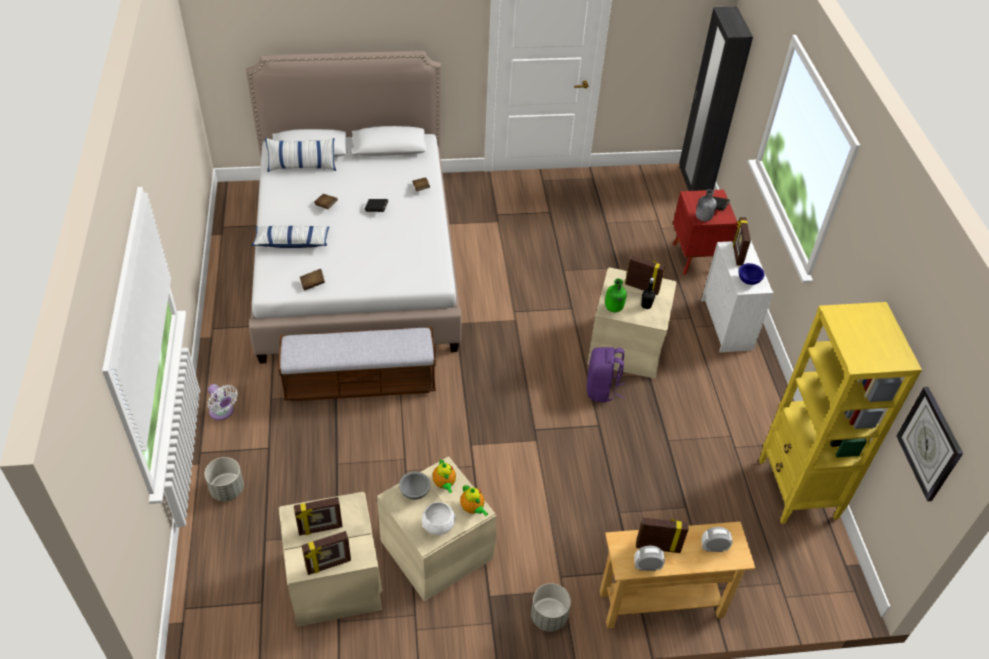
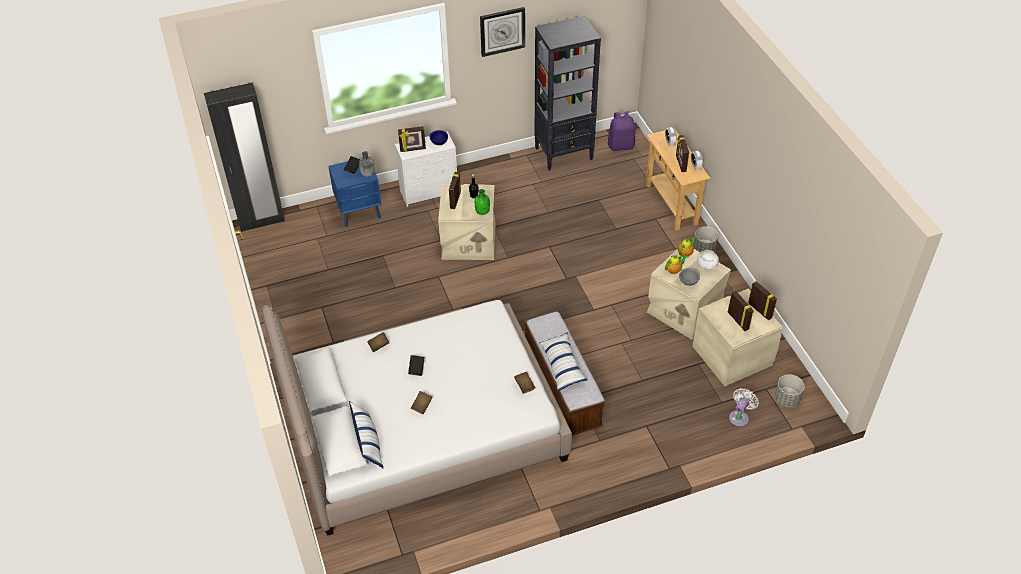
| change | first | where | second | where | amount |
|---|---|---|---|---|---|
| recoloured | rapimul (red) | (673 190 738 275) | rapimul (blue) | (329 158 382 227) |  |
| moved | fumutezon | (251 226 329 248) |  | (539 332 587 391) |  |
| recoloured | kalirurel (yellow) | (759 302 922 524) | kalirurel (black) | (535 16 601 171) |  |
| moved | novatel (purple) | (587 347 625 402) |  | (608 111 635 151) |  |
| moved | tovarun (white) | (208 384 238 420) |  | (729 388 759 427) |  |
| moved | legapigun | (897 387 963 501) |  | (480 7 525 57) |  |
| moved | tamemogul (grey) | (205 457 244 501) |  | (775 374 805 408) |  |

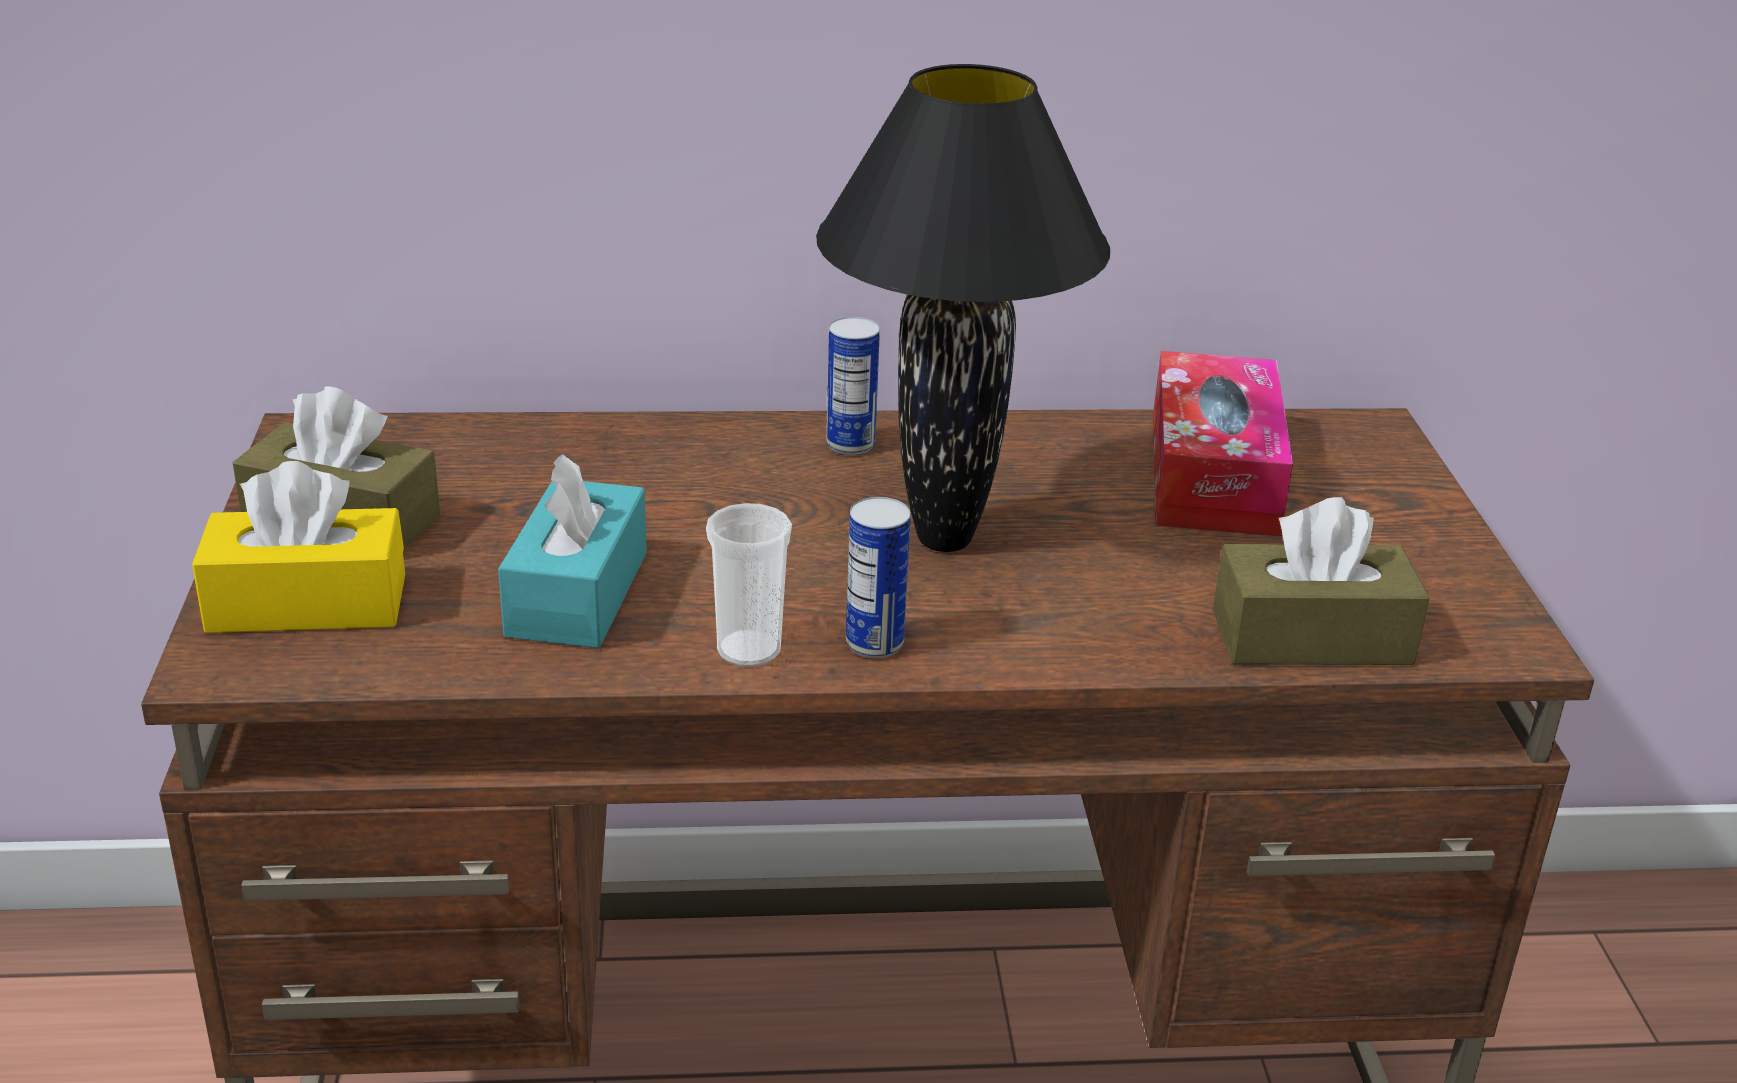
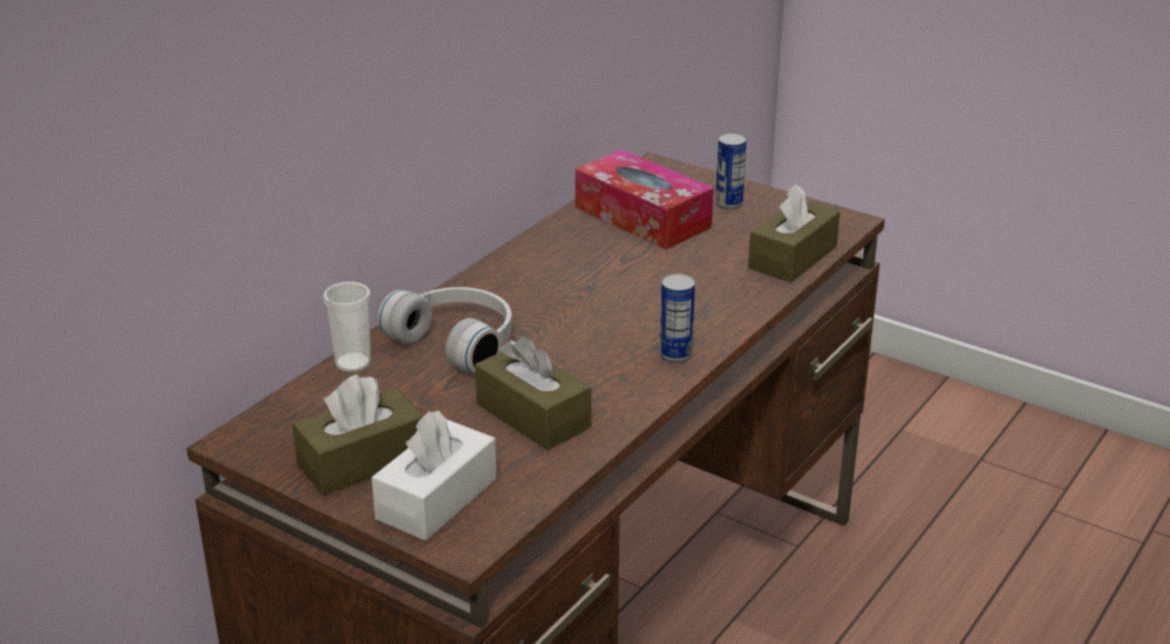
| change | first | where | second | where | amount |
|---|---|---|---|---|---|
| removed | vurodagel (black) | (816 64 1110 552) |  |  |  |
| moved | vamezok | (826 317 880 455) |  | (715 133 746 210) |  |
| recoloured | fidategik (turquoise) | (498 454 647 648) | fidategik (brown) | (475 336 591 450) |  |
| recoloured | fidategik (yellow) | (192 461 405 633) | fidategik (white) | (371 411 497 541) |  |
| moved | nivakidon | (706 503 792 667) |  | (323 282 371 372) |  |
| added |  |  | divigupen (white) | (378 287 512 374) |  |

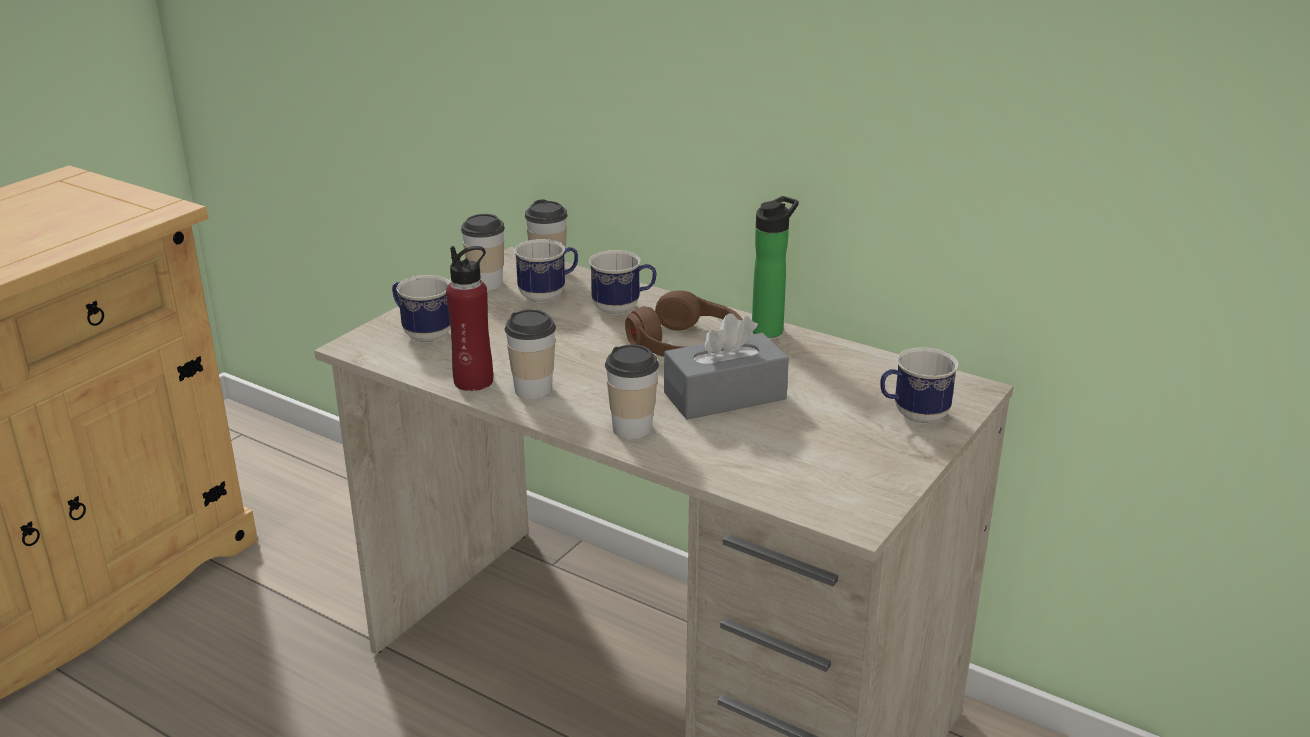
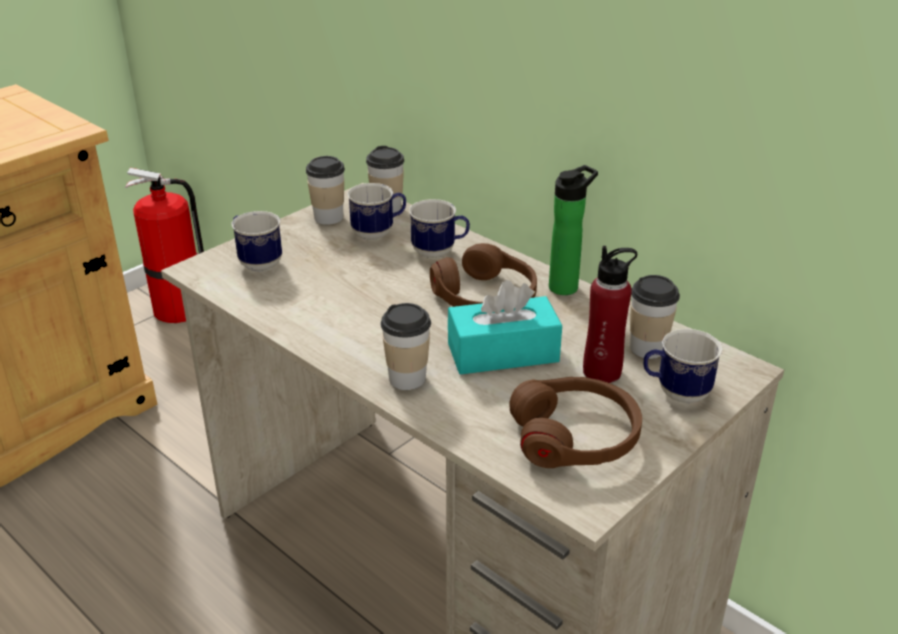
| change | first | where | second | where | amount |
|---|---|---|---|---|---|
| moved | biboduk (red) | (446 246 493 391) |  | (583 246 637 383) |  |
| moved | nivakidon | (505 309 556 399) |  | (630 275 680 359) |  |
| recoloured | fidategik (grey) | (664 313 789 420) | fidategik (turquoise) | (448 280 562 375) |  |
| added |  |  | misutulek | (125 168 204 323) |  |
| added |  |  | divigupen (brown) | (509 377 642 468) |  |

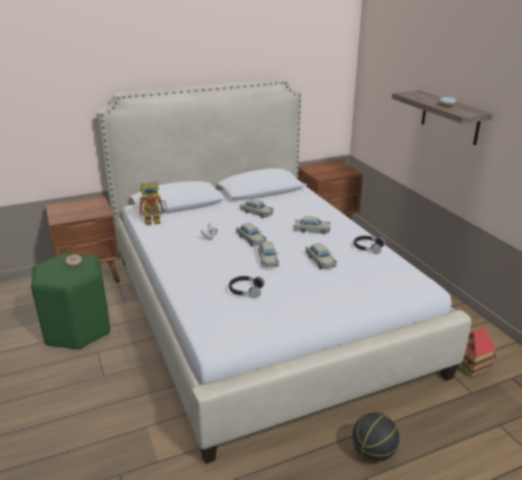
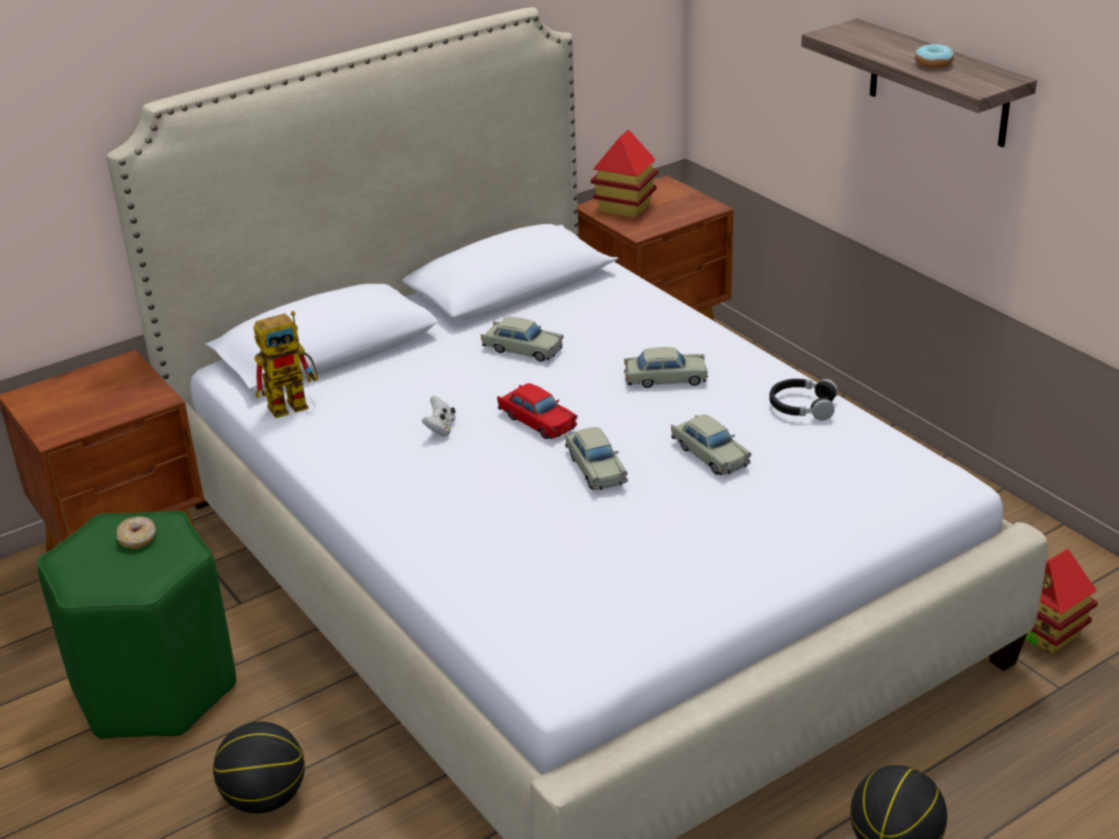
| change | first | where | second | where | amount |
|---|---|---|---|---|---|
| recoloured | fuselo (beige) | (236 223 267 246) | fuselo (red) | (497 383 578 439) |  |
| removed | divigupen (black) | (229 276 265 298) |  |  |  |
| added |  |  | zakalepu | (591 129 658 218) |  |
| added |  |  | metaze | (213 722 305 814) |  |

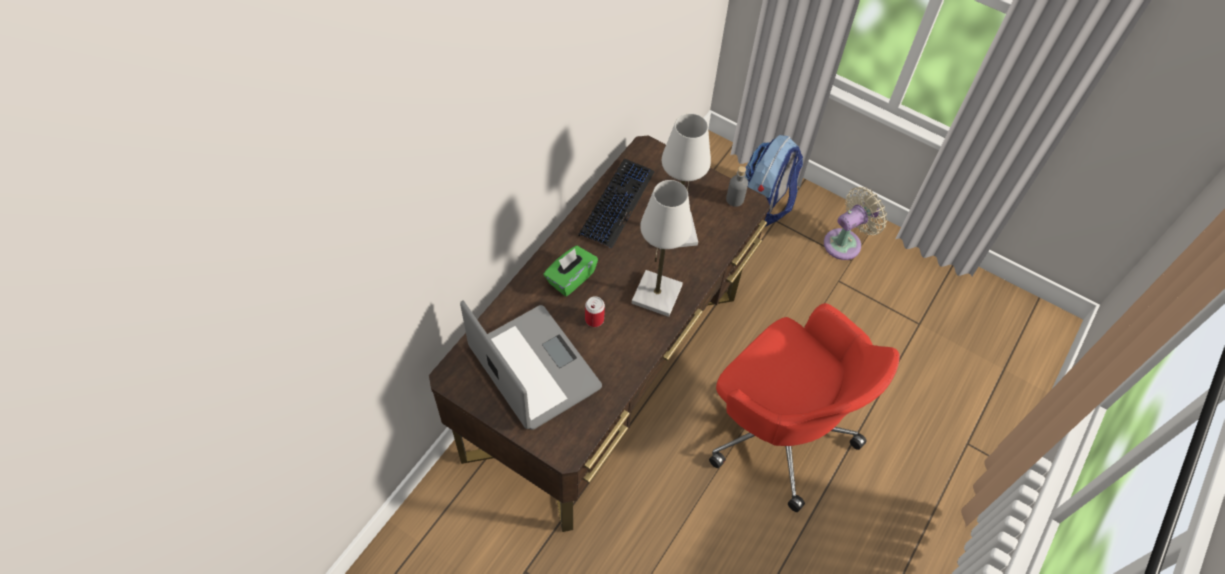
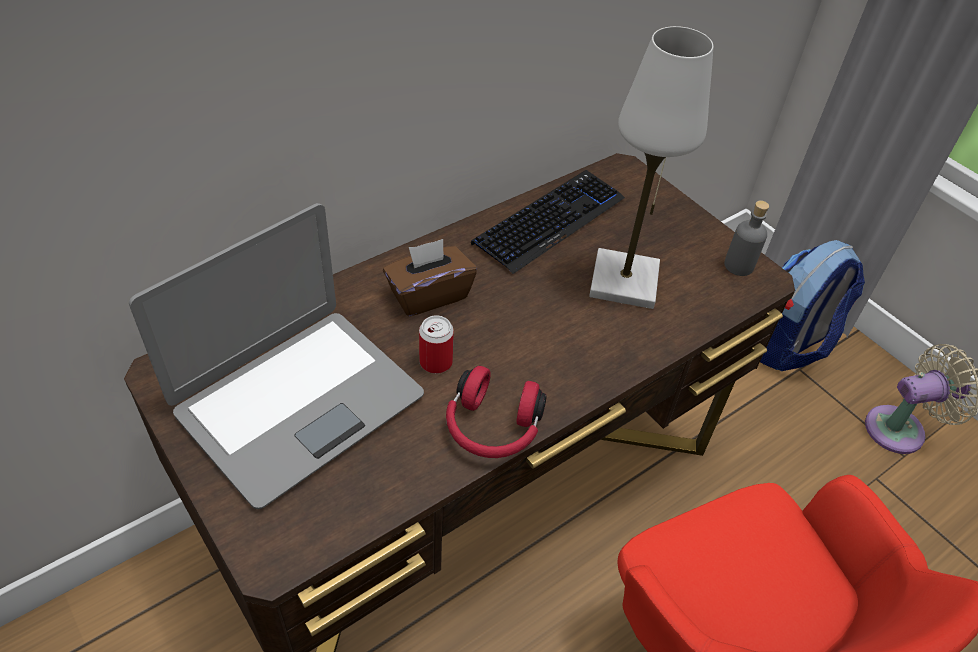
| change | first | where | second | where | amount |
|---|---|---|---|---|---|
| removed | vurodagel (white) | (632 180 692 317) |  |  |  |
| recoloured | fidategik (green) | (543 246 598 297) | fidategik (brown) | (383 239 477 316) |  |
| turned | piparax | (460 300 602 430) |  | (129 203 424 509) | 60 degrees clockwise |
| added |  |  | divigupen (red) | (446 366 547 458) |  |

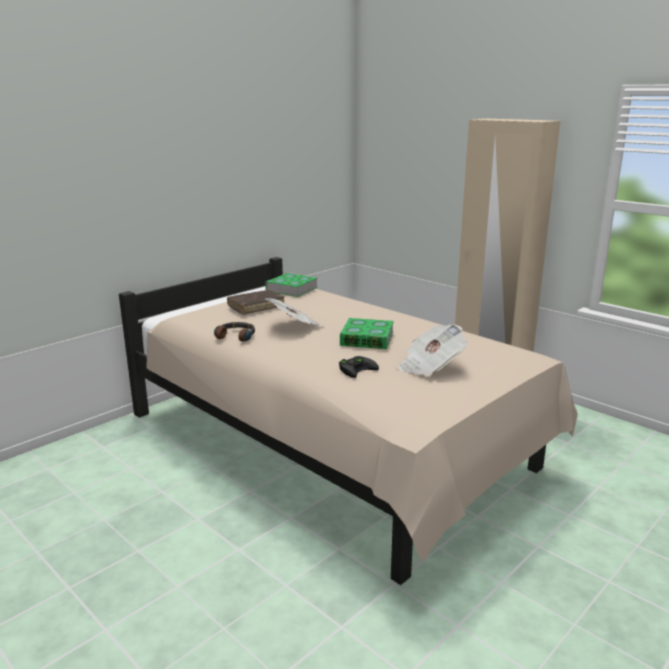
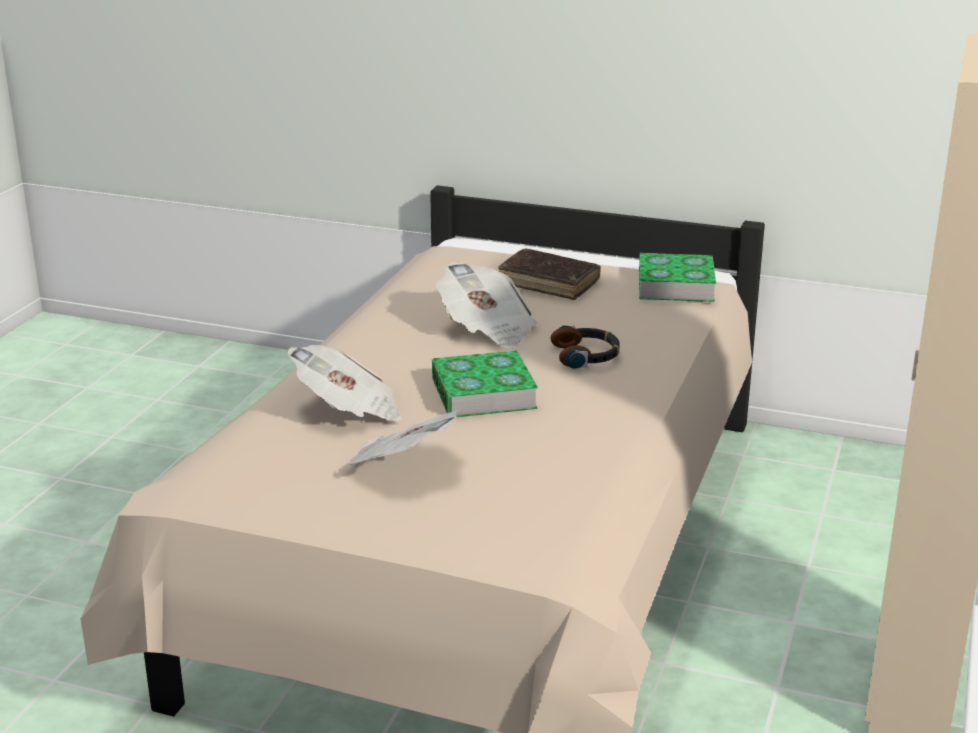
| change | first | where | second | where | amount |
|---|---|---|---|---|---|
| moved | divigupen | (214 322 255 342) |  | (551 325 620 369) |  |
| replaced | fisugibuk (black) | (339 356 379 378) | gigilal | (288 345 402 422) |  |

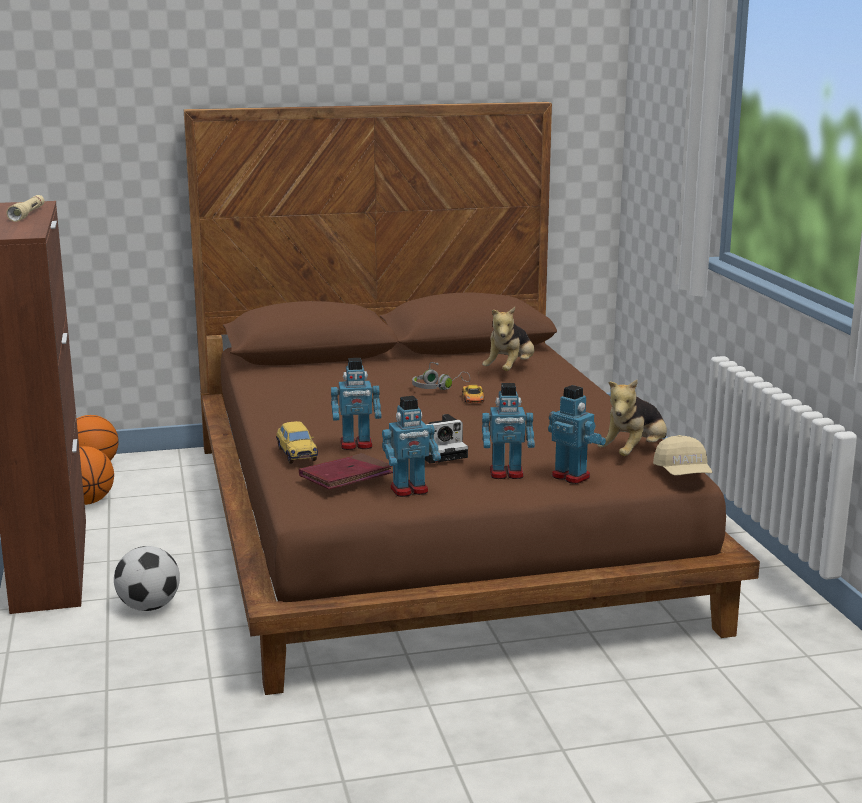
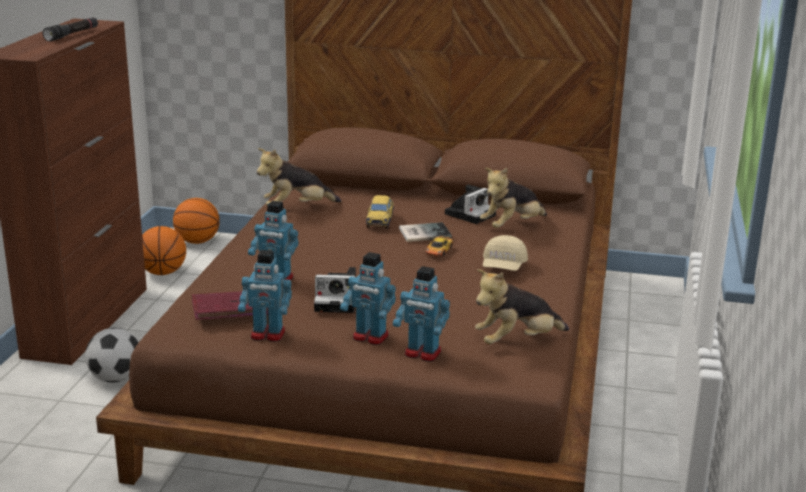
| change | first | where | second | where | amount |
|---|---|---|---|---|---|
| recoloured | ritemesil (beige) | (7 195 45 222) | ritemesil (black) | (43 17 98 41) |  |
| replaced | divigupen (grey) | (412 362 470 390) | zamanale | (399 222 452 242) |  |
| turned | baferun | (548 385 606 484) |  | (393 266 450 361) | 135 degrees clockwise |
| moved | fuselo | (276 421 318 464) |  | (366 195 394 229) |  |
| moved | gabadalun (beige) | (653 435 713 475) |  | (483 235 528 271) |  |
| added |  |  | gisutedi | (257 148 341 205) |  |
| added |  |  | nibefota | (445 185 496 224) |  |

